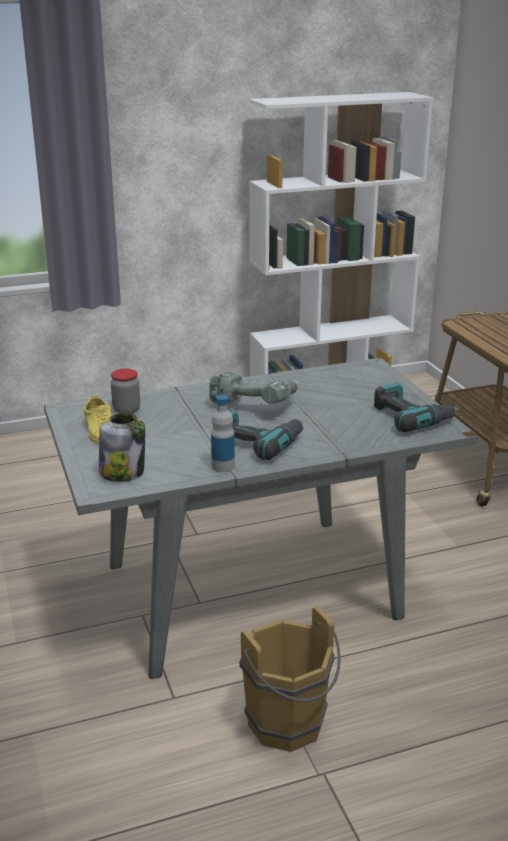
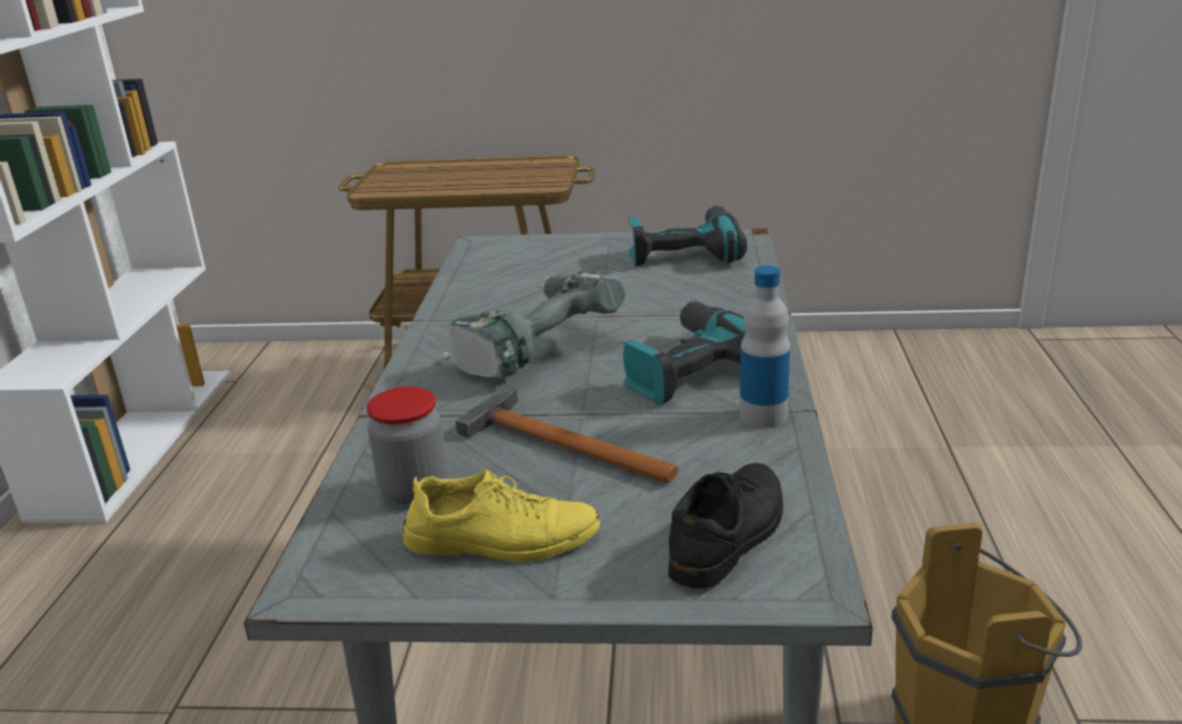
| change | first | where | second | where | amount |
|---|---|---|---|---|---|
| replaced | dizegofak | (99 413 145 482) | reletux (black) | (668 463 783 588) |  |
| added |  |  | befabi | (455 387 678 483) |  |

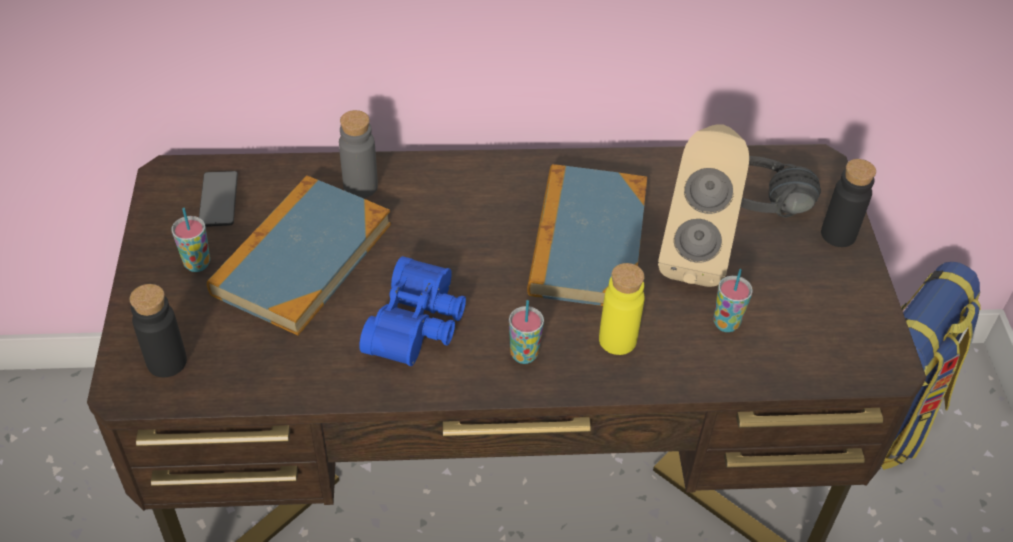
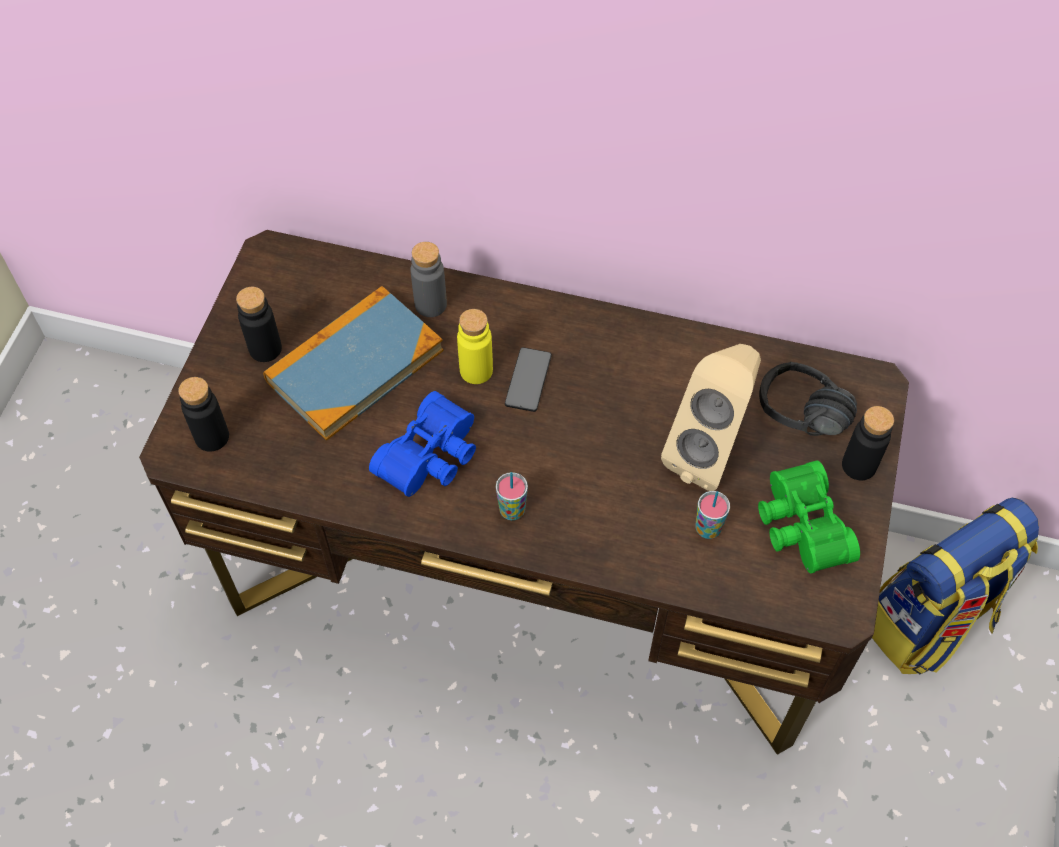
| change | first | where | second | where | amount |
|---|---|---|---|---|---|
| removed | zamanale | (527 164 647 306) |  |  |  |
| moved | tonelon | (199 171 238 227) |  | (505 347 552 412) |  |
| replaced | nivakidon | (172 208 210 272) | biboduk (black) | (236 287 282 362) |  |
| moved | biboduk (yellow) | (599 263 645 355) |  | (457 309 493 384) |  |
| added |  |  | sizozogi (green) | (758 460 860 574) |  |

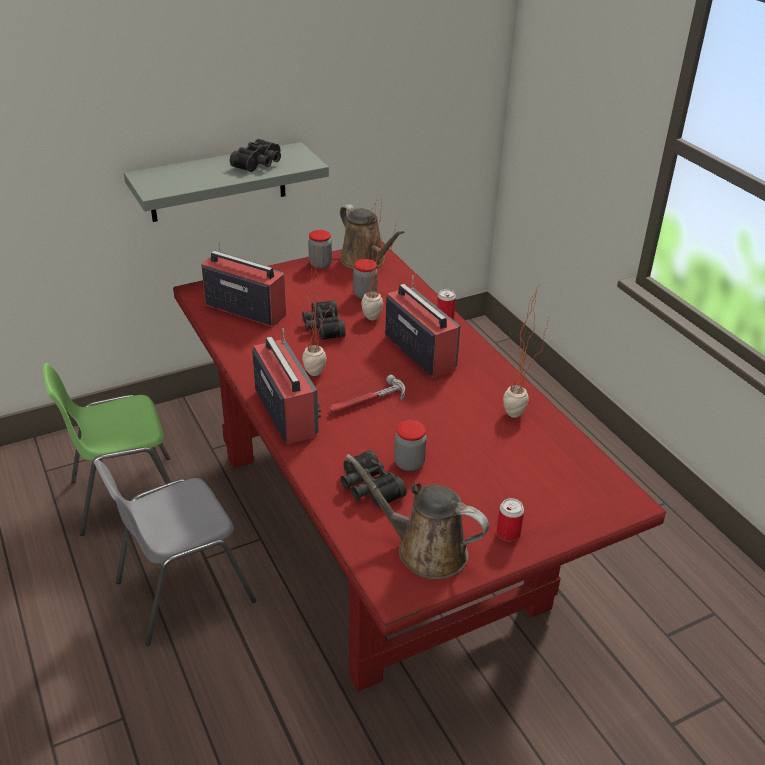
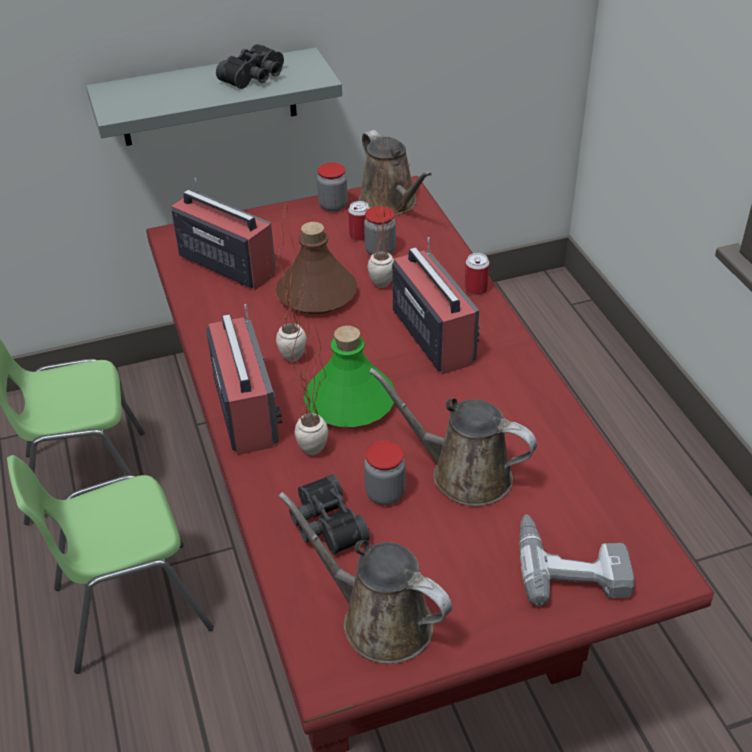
| change | first | where | second | where | amount |
|---|---|---|---|---|---|
| moved | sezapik | (503 285 549 418) |  | (283 293 328 455) |  |
| replaced | sizozogi (black) | (302 300 346 340) | biboduk (brown) | (276 222 357 314) |  |
| replaced | befabi | (331 375 405 414) | biboduk (green) | (304 326 396 427) |  |
| recoloured | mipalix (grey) | (94 460 256 646) | mipalix (green) | (7 455 214 674) |  |
| moved | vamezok | (496 498 524 541) |  | (348 201 370 241) |  |
| added |  |  | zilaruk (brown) | (369 368 537 506) |  |
| added |  |  | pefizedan | (519 515 634 606) |  |

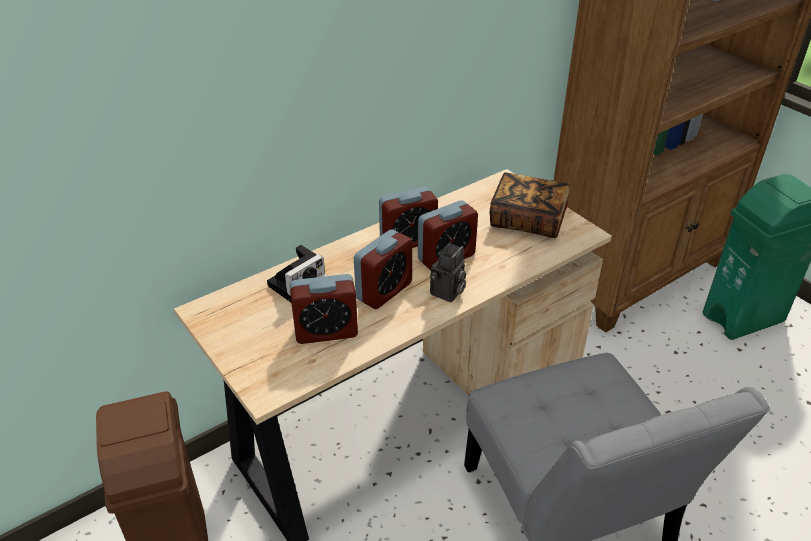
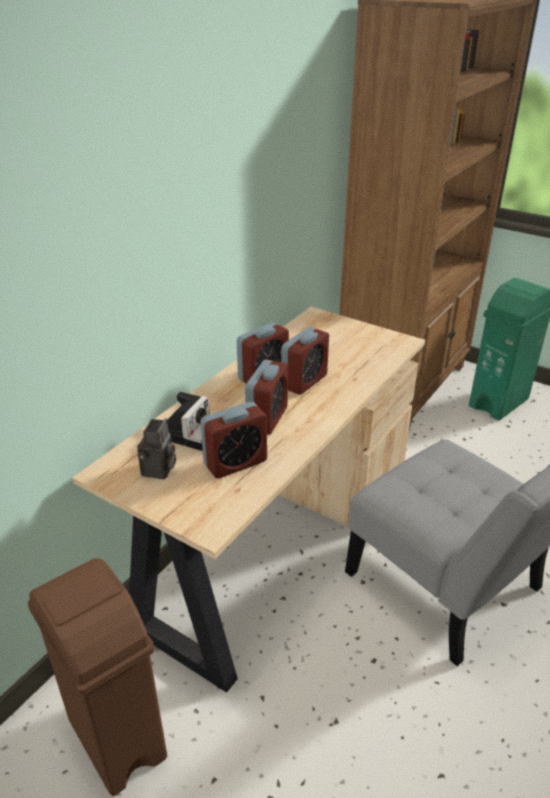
| change | first | where | second | where | amount |
|---|---|---|---|---|---|
| removed | zamanale | (489 172 570 238) |  |  |  |
| moved | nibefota | (430 243 466 302) |  | (137 419 176 479) |  |

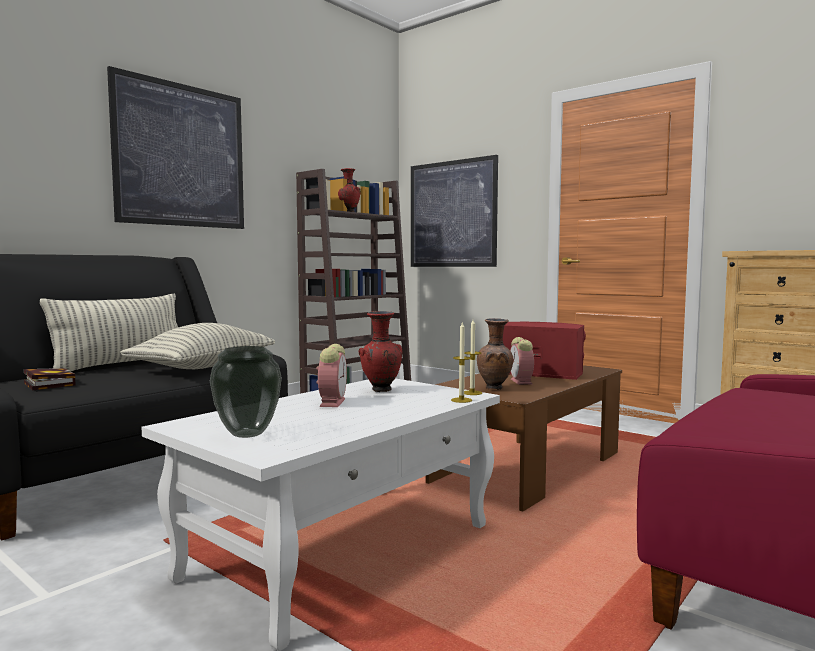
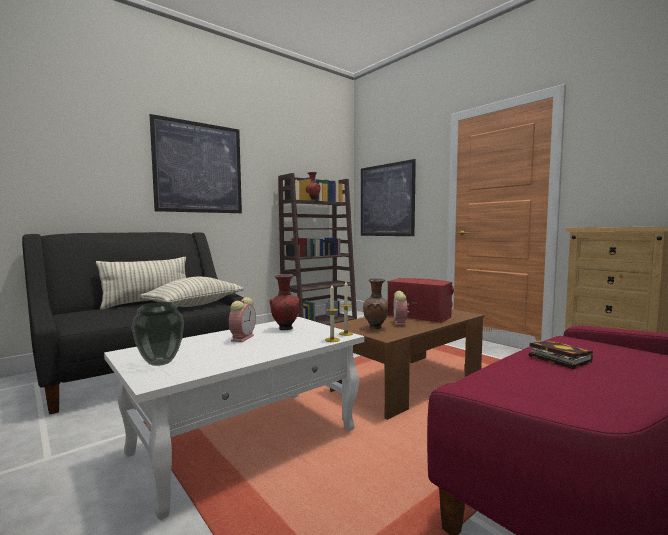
| change | first | where | second | where | amount |
|---|---|---|---|---|---|
| moved | zamanale | (24 368 76 390) |  | (529 340 593 369) |  |

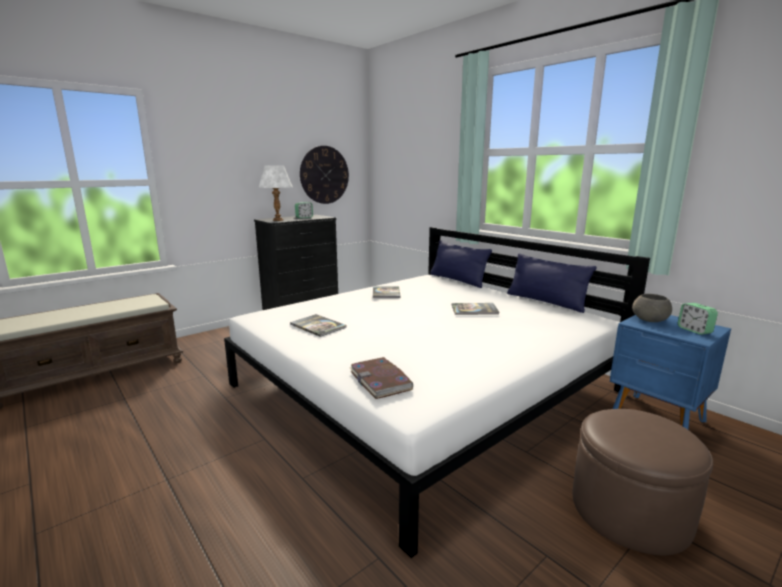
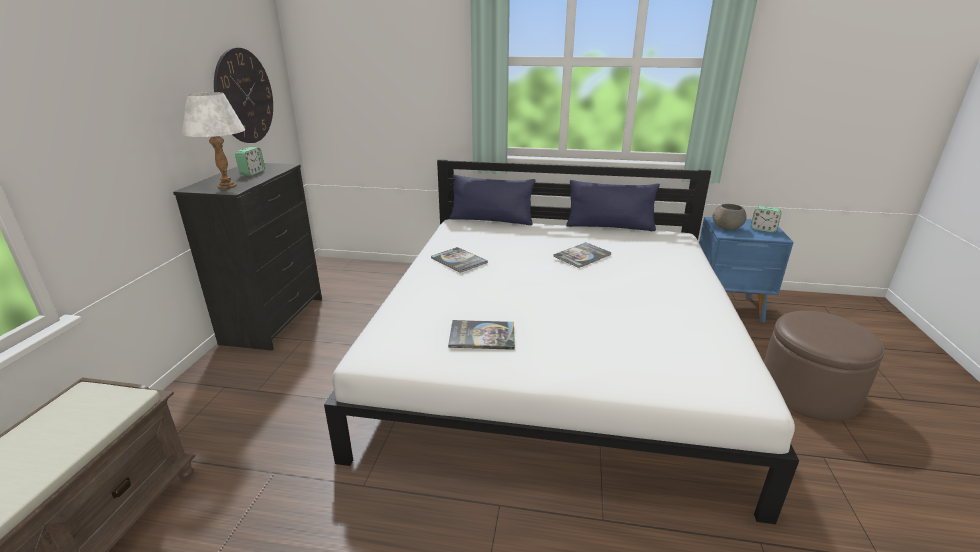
| change | first | where | second | where | amount |
|---|---|---|---|---|---|
| removed | zamanale | (350 357 413 399) |  |  |  |

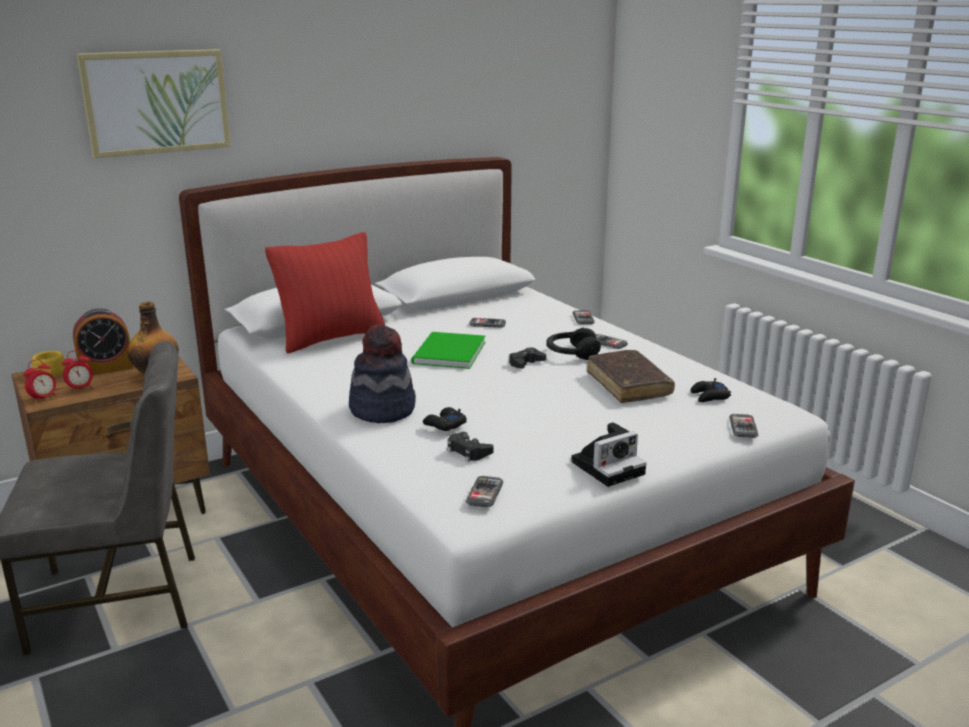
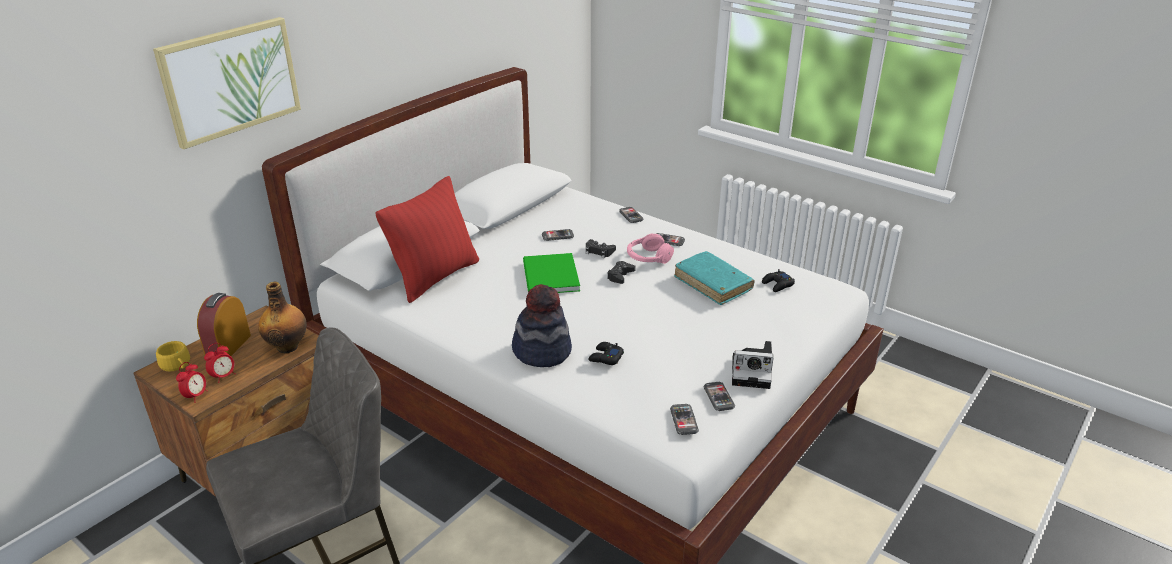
| change | first | where | second | where | amount |
|---|---|---|---|---|---|
| turned | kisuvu | (73 308 134 375) |  | (197 293 251 356) | 150 degrees clockwise |
| recoloured | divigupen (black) | (547 328 601 360) | divigupen (pink) | (627 234 674 264) |  |
| recoloured | zamanale (brown) | (587 350 675 403) | zamanale (turquoise) | (674 251 755 305) |  |
| moved | tonelon | (729 414 758 438) |  | (704 382 735 411) |  |
| turned | nibefota | (571 422 646 487) |  | (732 341 773 389) | 60 degrees clockwise |
| moved | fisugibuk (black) | (447 432 494 462) |  | (586 239 616 258) |  |

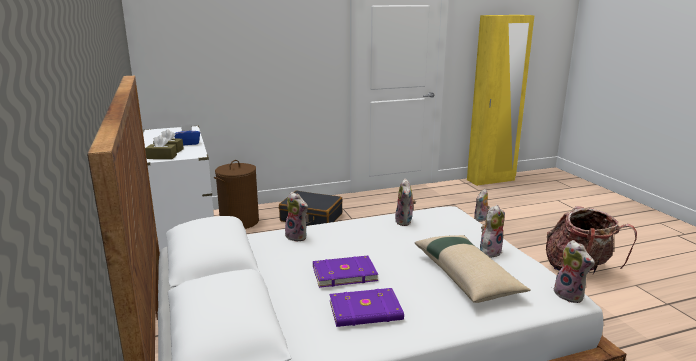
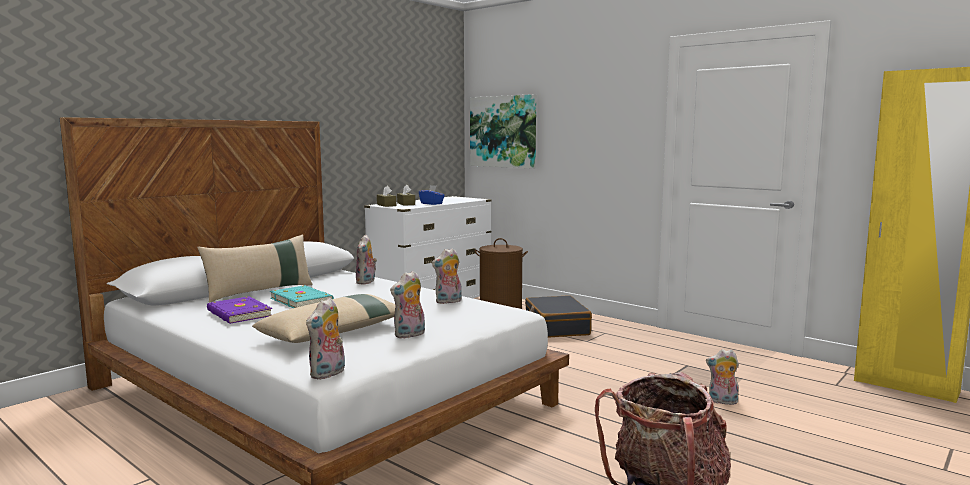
| change | first | where | second | where | amount |
|---|---|---|---|---|---|
| turned | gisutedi | (480 205 505 259) |  | (390 271 425 338) | 120 degrees clockwise |
| recoloured | zamanale (purple) | (313 255 378 288) | zamanale (turquoise) | (270 285 334 308) |  |
| added |  |  | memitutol | (470 94 536 169) |  |
| added |  |  | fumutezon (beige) | (197 235 313 303) |  |

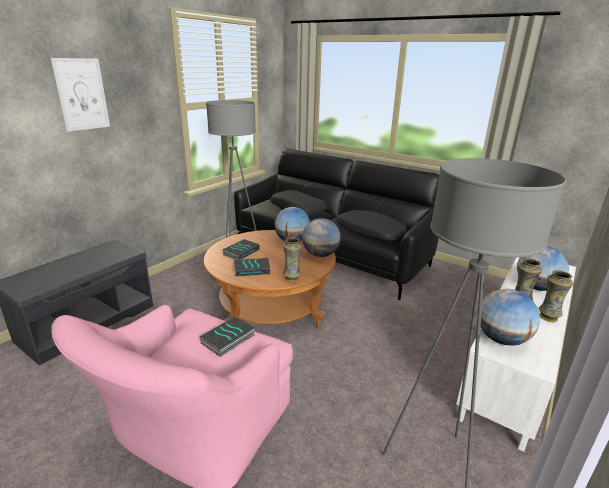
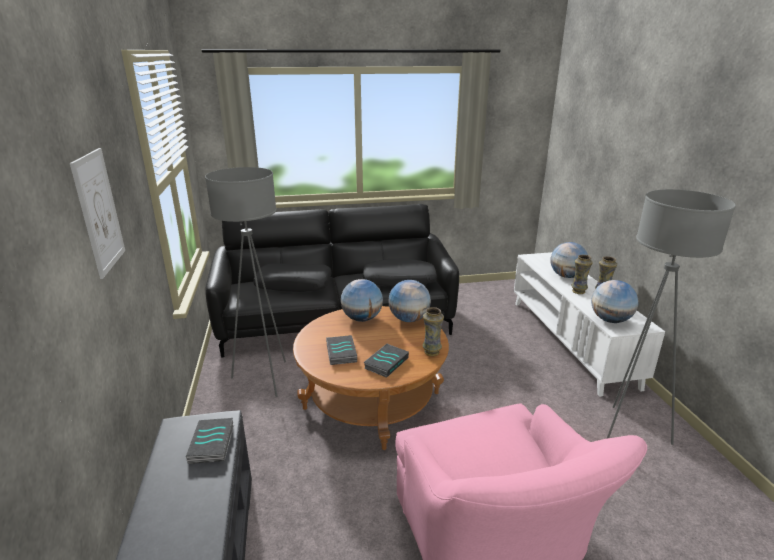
| change | first | where | second | where | amount |
|---|---|---|---|---|---|
| moved | zamanale | (200 317 255 357) |  | (186 418 234 464) |  |

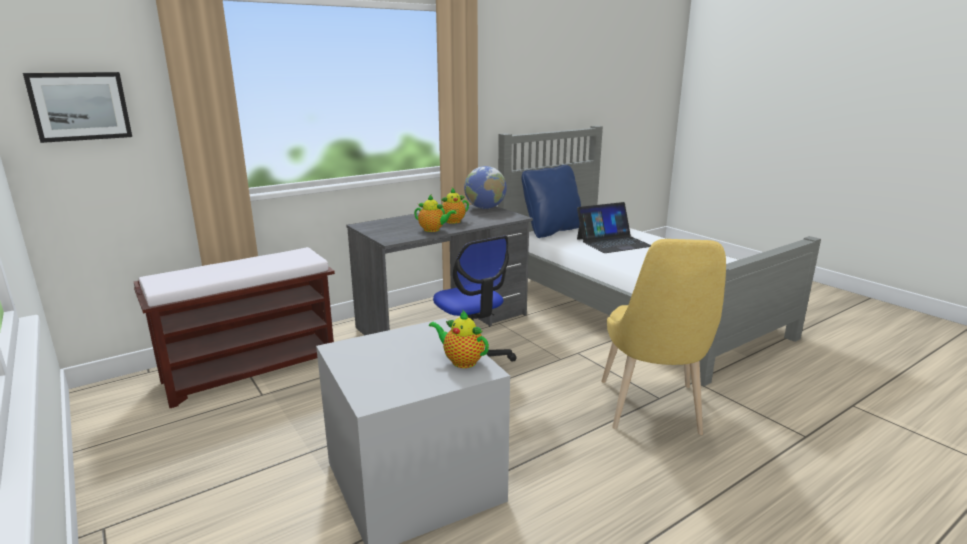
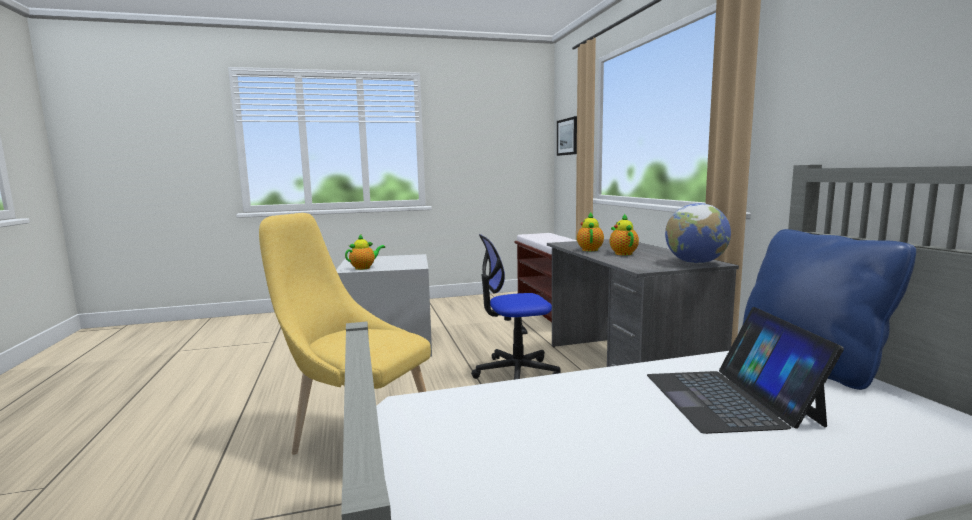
| change | first | where | second | where | amount |
|---|---|---|---|---|---|
| turned | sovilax | (414 195 457 232) |  | (577 212 604 251) | 150 degrees clockwise |

